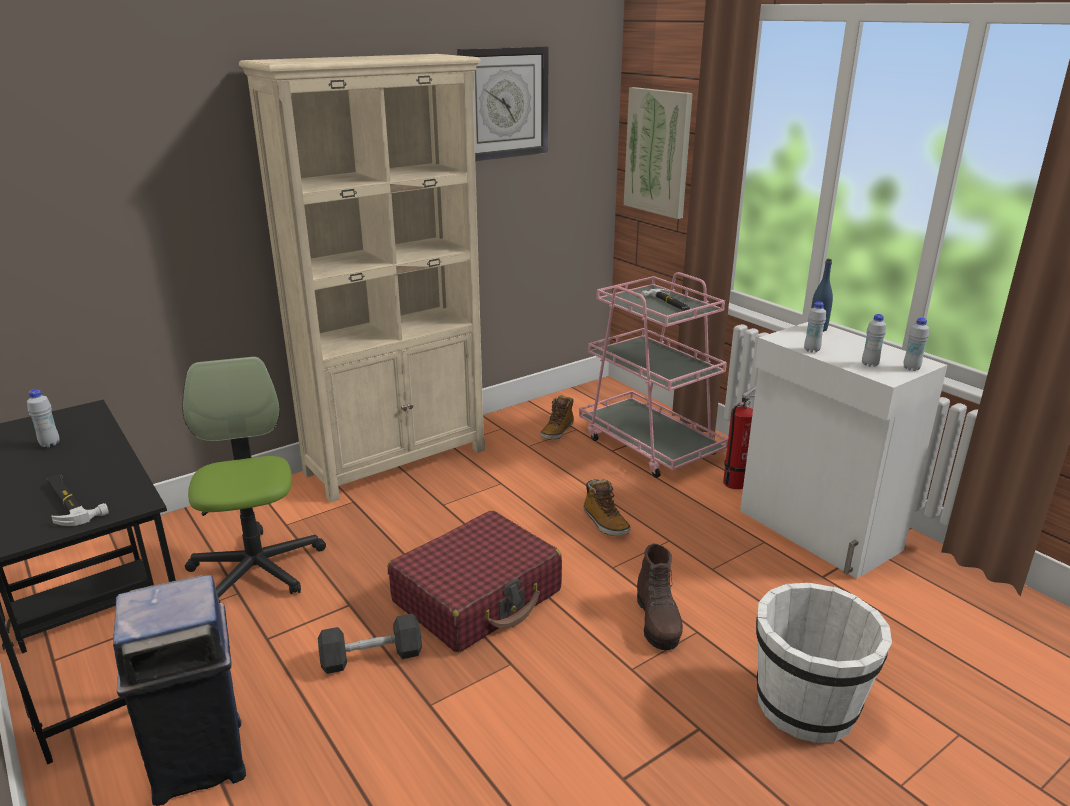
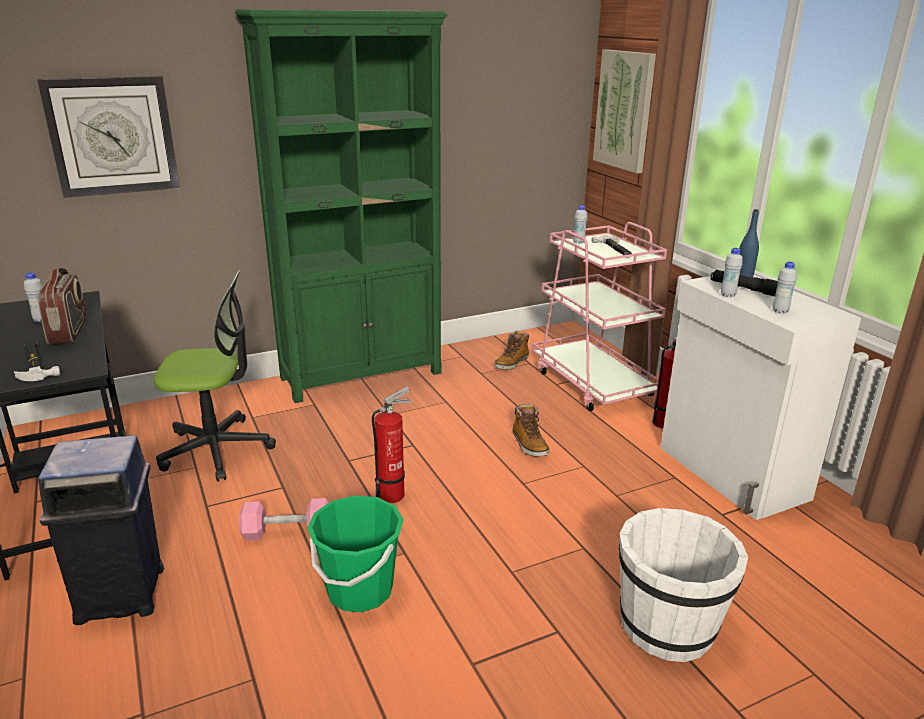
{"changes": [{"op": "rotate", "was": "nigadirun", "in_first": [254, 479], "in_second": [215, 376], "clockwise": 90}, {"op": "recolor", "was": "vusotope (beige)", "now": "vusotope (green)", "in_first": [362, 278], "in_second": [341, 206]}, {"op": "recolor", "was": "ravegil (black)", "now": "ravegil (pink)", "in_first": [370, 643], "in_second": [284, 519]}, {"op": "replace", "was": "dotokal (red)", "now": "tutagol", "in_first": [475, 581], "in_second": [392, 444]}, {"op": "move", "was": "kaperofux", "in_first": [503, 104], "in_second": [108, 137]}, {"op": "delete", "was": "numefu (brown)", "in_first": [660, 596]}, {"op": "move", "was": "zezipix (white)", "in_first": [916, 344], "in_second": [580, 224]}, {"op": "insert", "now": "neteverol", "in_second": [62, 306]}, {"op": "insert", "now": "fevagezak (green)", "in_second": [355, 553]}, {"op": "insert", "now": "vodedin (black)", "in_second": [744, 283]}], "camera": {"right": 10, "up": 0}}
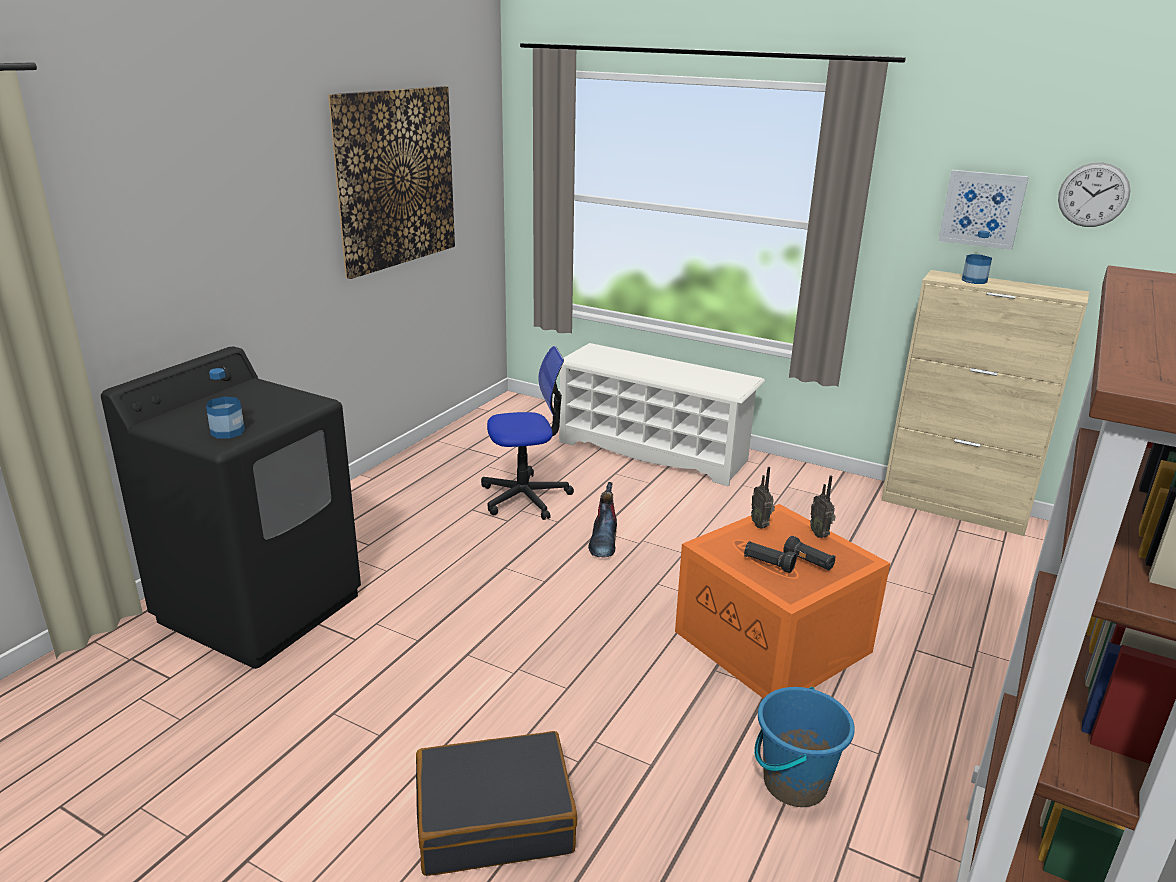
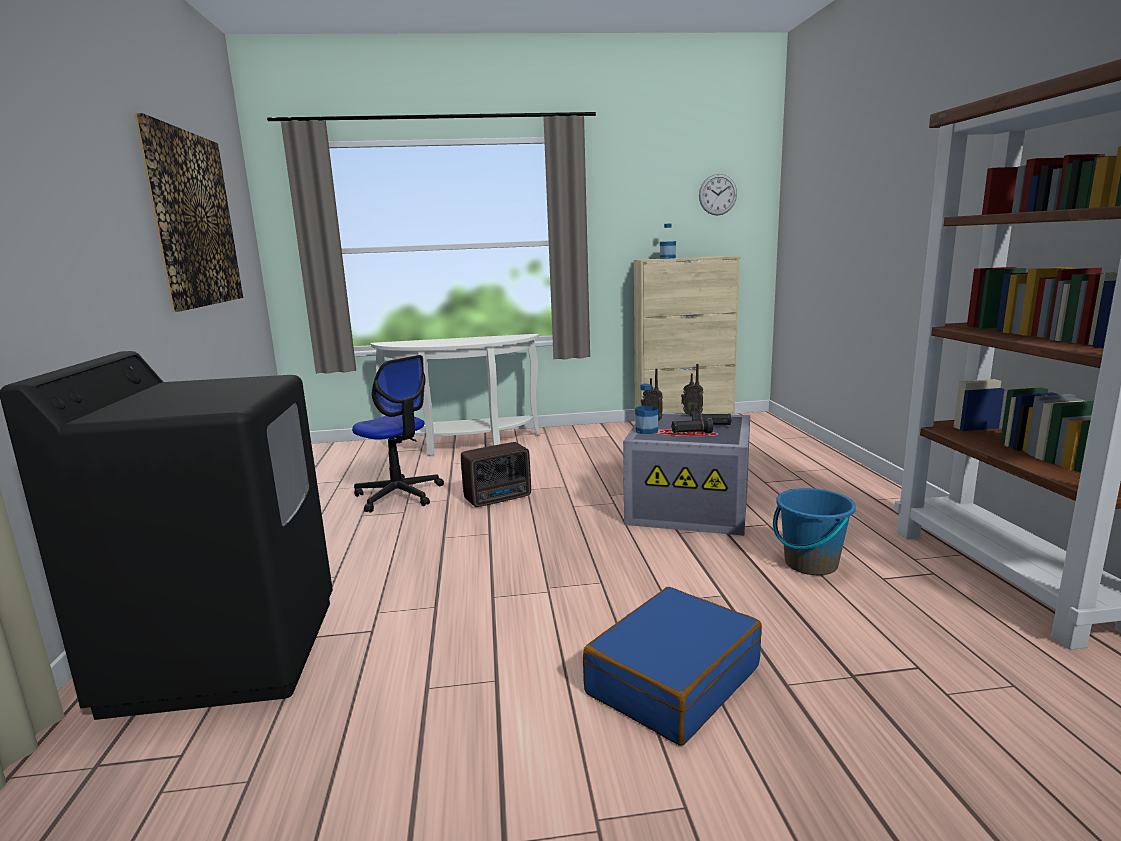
{"changes": [{"op": "move", "was": "zezipix", "in_first": [225, 403], "in_second": [646, 408]}, {"op": "recolor", "was": "dotokal (black)", "now": "dotokal (blue)", "in_first": [496, 803], "in_second": [672, 666]}, {"op": "rotate", "was": "nigadirun", "in_first": [527, 433], "in_second": [398, 434], "clockwise": 90}, {"op": "replace", "was": "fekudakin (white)", "now": "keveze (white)", "in_first": [662, 415], "in_second": [455, 395]}, {"op": "replace", "was": "numefu", "now": "neteverol", "in_first": [602, 520], "in_second": [496, 474]}, {"op": "recolor", "was": "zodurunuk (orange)", "now": "zodurunuk (grey)", "in_first": [782, 601], "in_second": [686, 474]}, {"op": "delete", "was": "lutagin", "in_first": [983, 210]}], "camera": {"right": -35, "up": -10}}
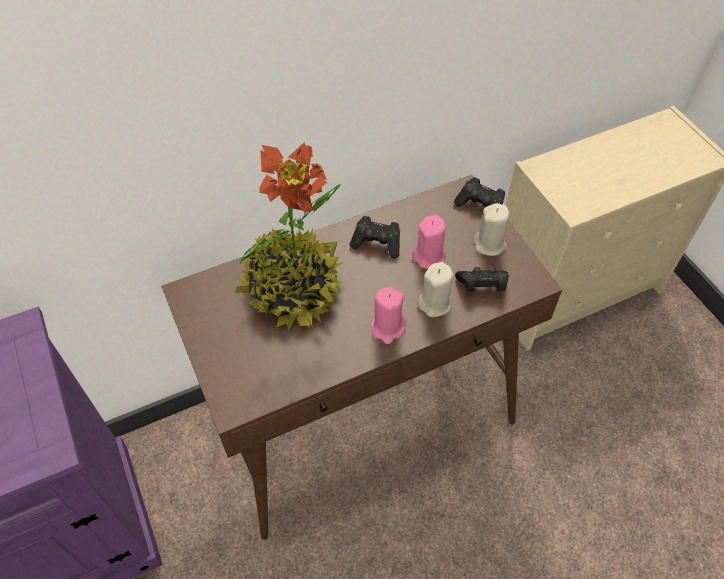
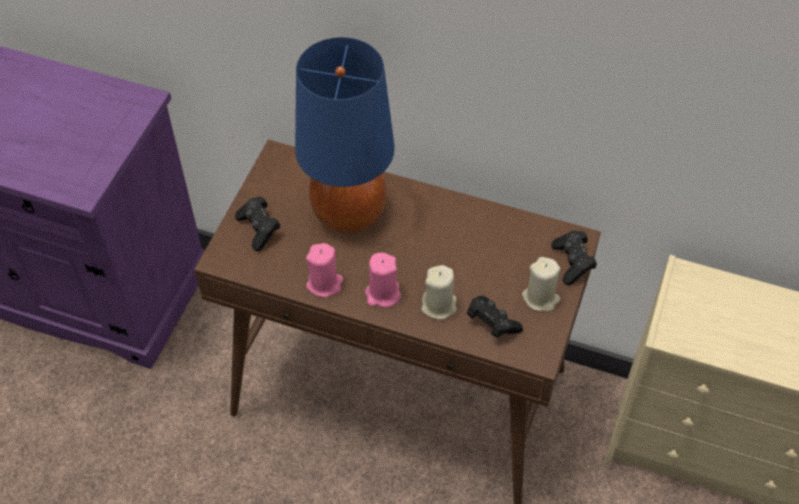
{"changes": [{"op": "replace", "was": "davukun", "now": "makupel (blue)", "in_first": [289, 236], "in_second": [345, 135]}, {"op": "move", "was": "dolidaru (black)", "in_first": [374, 237], "in_second": [258, 223]}, {"op": "move", "was": "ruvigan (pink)", "in_first": [429, 242], "in_second": [324, 270]}], "camera": {"right": 45, "up": 0}}
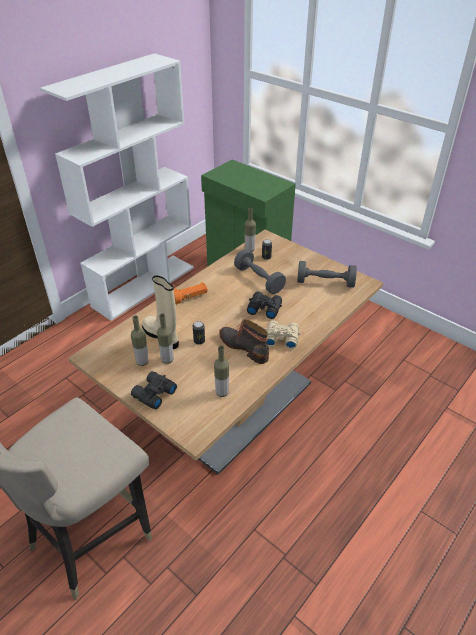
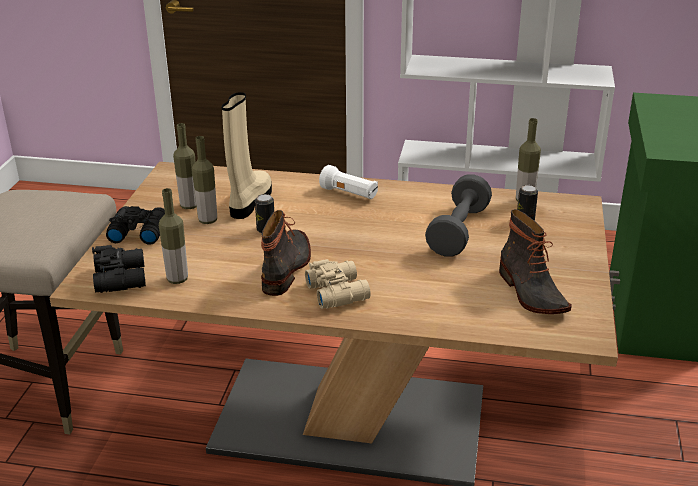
{"changes": [{"op": "recolor", "was": "vodedin (orange)", "now": "vodedin (white)", "in_first": [191, 293], "in_second": [348, 182]}, {"op": "move", "was": "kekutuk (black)", "in_first": [264, 305], "in_second": [119, 269]}, {"op": "replace", "was": "ravegil (grey)", "now": "numefu", "in_first": [327, 274], "in_second": [535, 261]}], "camera": {"right": 60, "up": -10}}
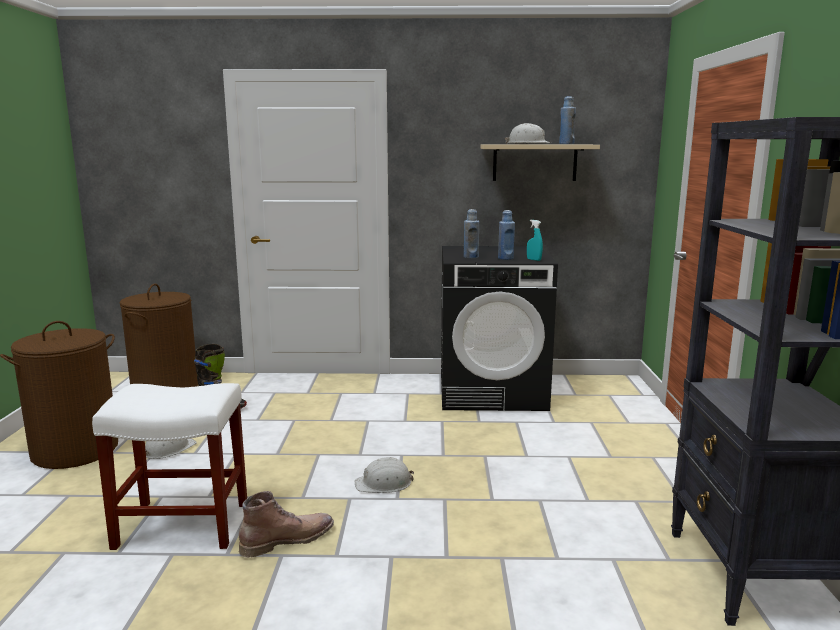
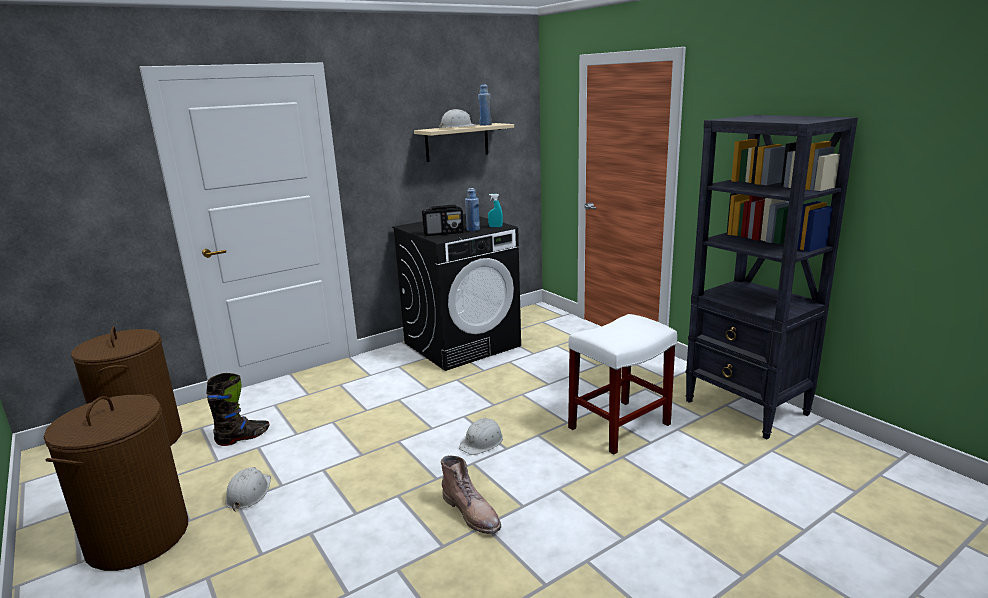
{"changes": [{"op": "move", "was": "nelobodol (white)", "in_first": [169, 466], "in_second": [622, 384]}, {"op": "rotate", "was": "numefu (brown)", "in_first": [286, 524], "in_second": [471, 495], "clockwise": 120}, {"op": "replace", "was": "zezipix (blue)", "now": "neteverol", "in_first": [471, 233], "in_second": [443, 220]}], "camera": {"right": -35, "up": 5}}
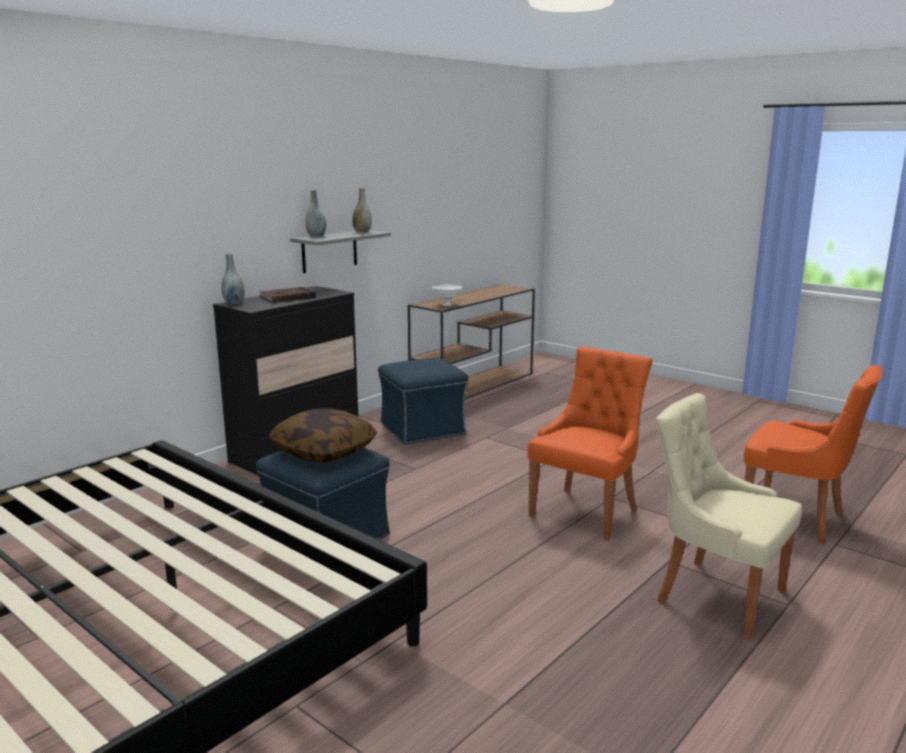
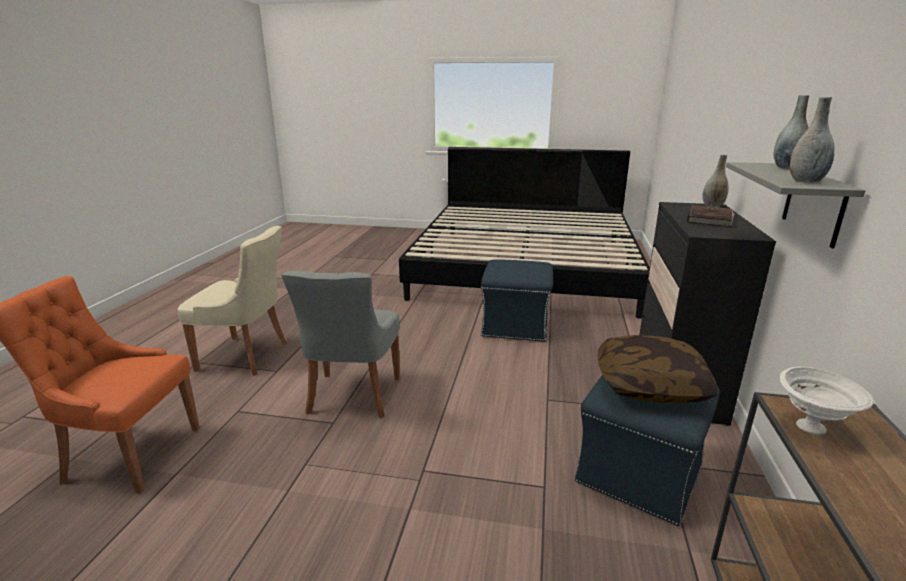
{"changes": [{"op": "move", "was": "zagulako", "in_first": [323, 435], "in_second": [657, 369]}, {"op": "recolor", "was": "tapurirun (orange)", "now": "tapurirun (grey)", "in_first": [590, 444], "in_second": [340, 345]}], "camera": {"right": 150, "up": 5}}
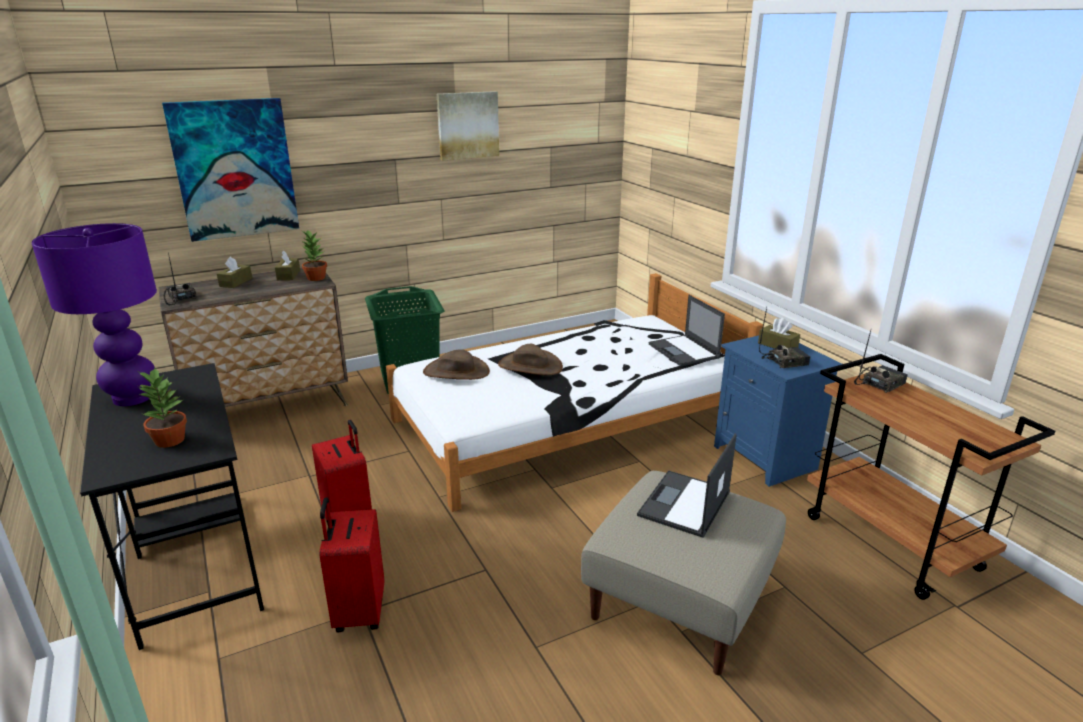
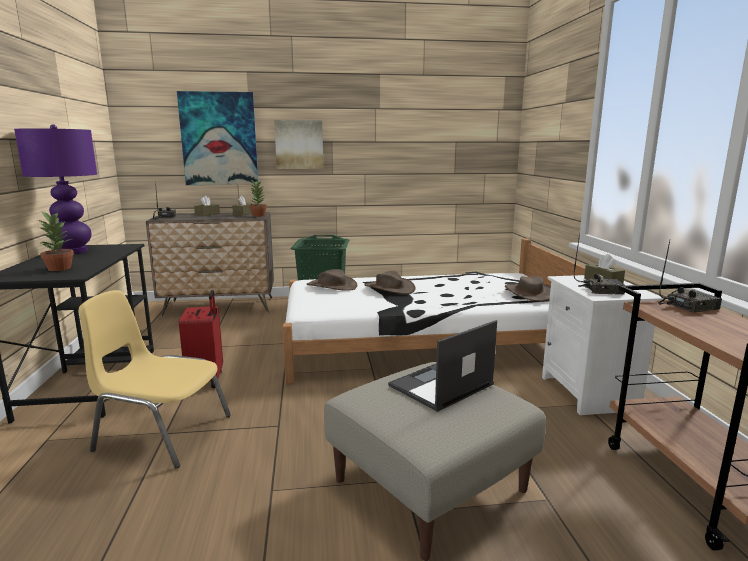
{"changes": [{"op": "replace", "was": "dotokal (red)", "now": "tapurirun (yellow)", "in_first": [351, 564], "in_second": [155, 379]}, {"op": "move", "was": "lutagin", "in_first": [468, 126], "in_second": [298, 144]}, {"op": "replace", "was": "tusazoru", "now": "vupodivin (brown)", "in_first": [687, 330], "in_second": [528, 288]}, {"op": "recolor", "was": "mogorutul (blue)", "now": "mogorutul (white)", "in_first": [778, 411], "in_second": [602, 345]}], "camera": {"right": 20, "up": -10}}
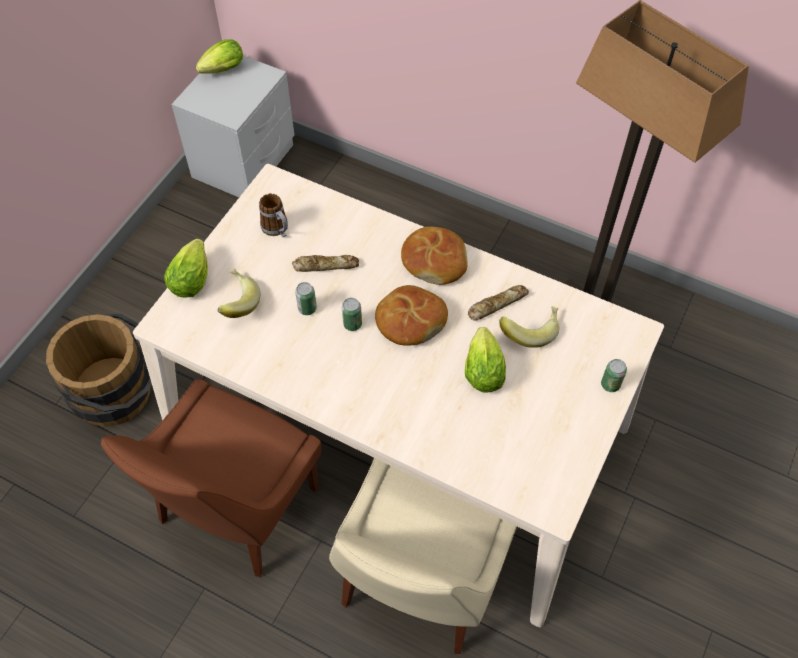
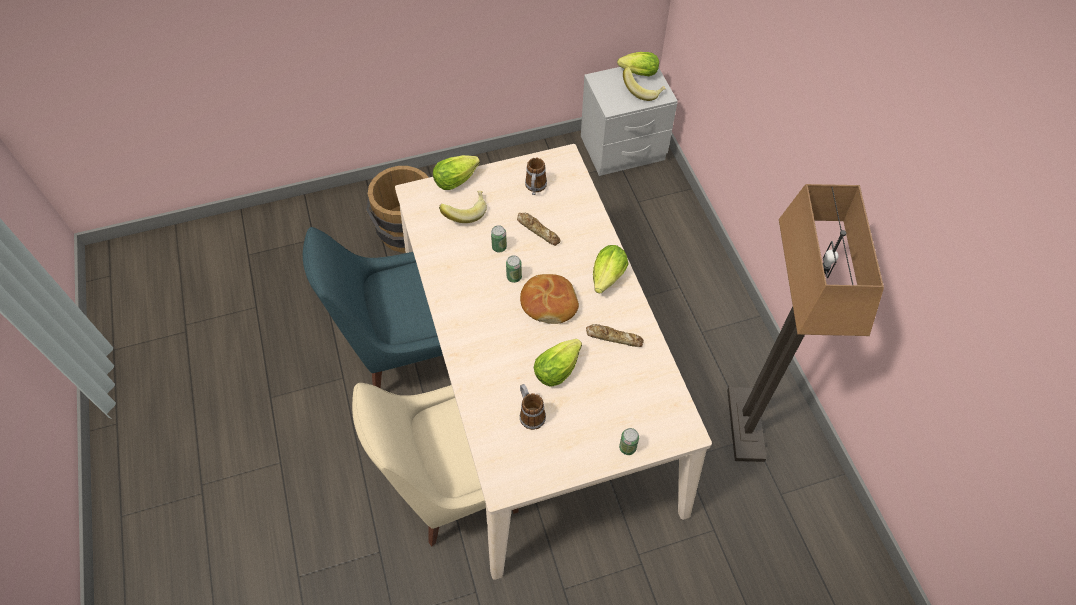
{"changes": [{"op": "recolor", "was": "tapurirun (brown)", "now": "tapurirun (blue)", "in_first": [211, 478], "in_second": [373, 308]}, {"op": "replace", "was": "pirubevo", "now": "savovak", "in_first": [434, 256], "in_second": [610, 269]}, {"op": "move", "was": "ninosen", "in_first": [529, 327], "in_second": [644, 84]}, {"op": "insert", "now": "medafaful", "in_second": [533, 407]}], "camera": {"right": 45, "up": 0}}
